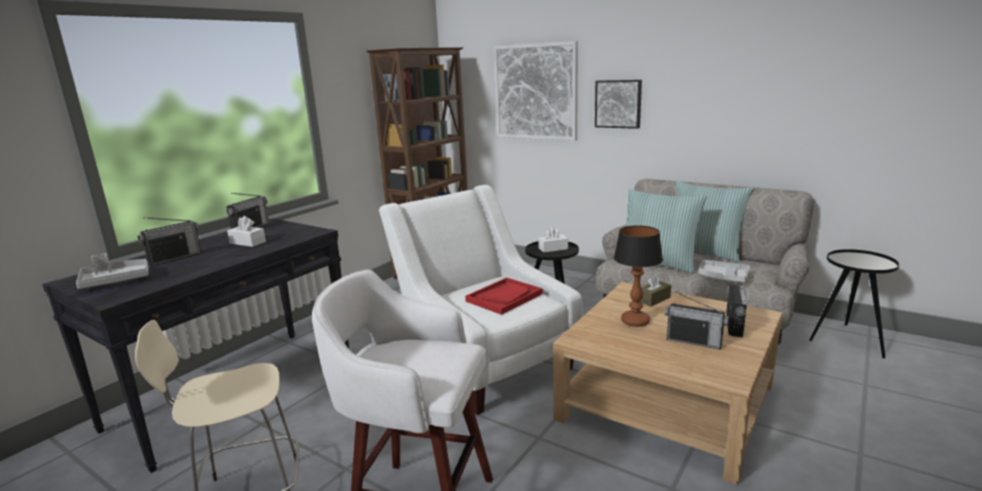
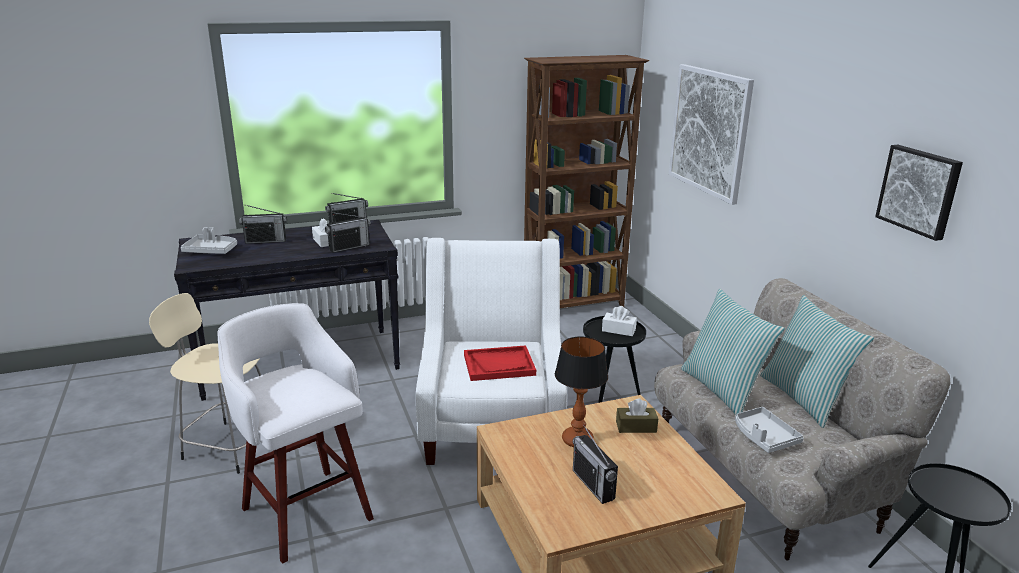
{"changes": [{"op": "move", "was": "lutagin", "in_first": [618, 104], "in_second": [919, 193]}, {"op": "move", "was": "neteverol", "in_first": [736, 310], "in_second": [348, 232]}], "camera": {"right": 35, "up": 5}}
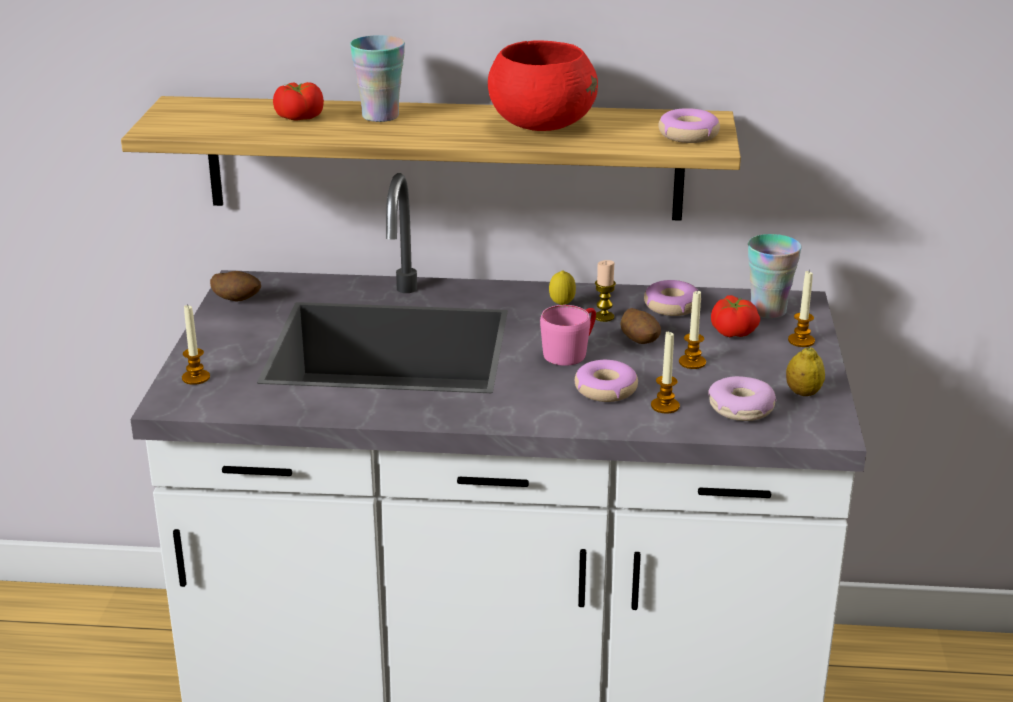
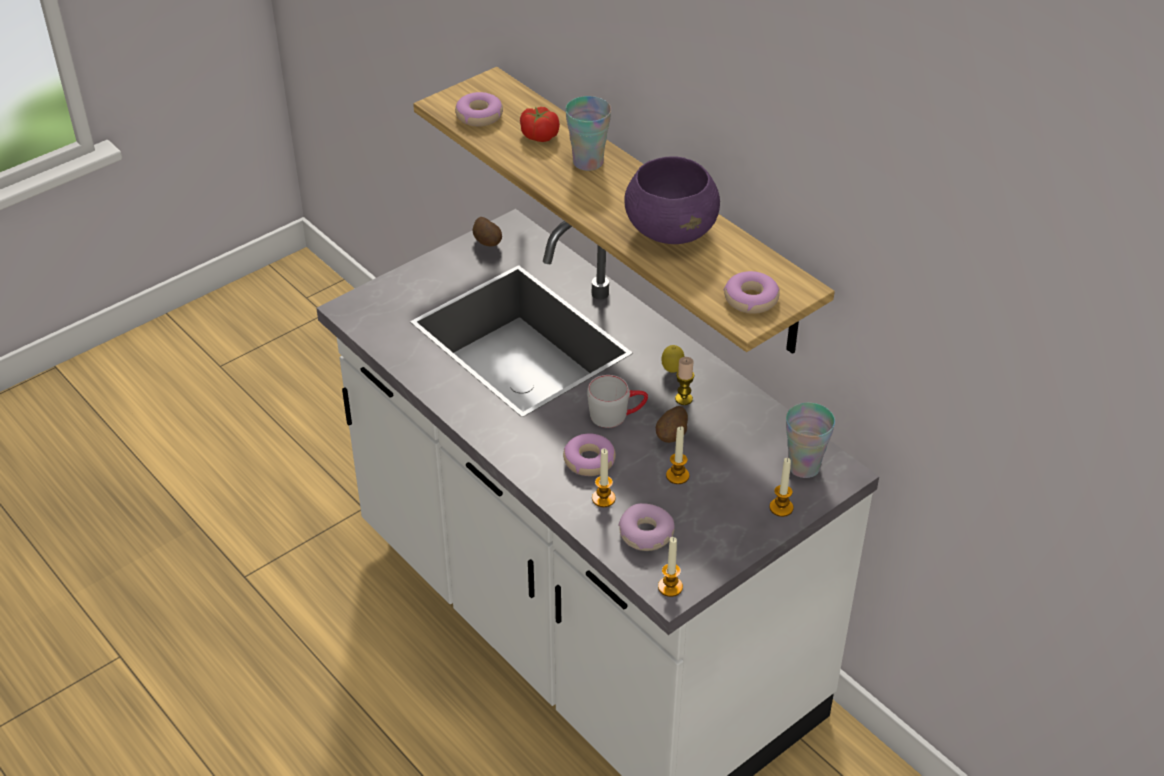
{"changes": [{"op": "move", "was": "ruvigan", "in_first": [196, 344], "in_second": [670, 567]}, {"op": "recolor", "was": "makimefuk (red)", "now": "makimefuk (purple)", "in_first": [543, 85], "in_second": [672, 200]}, {"op": "recolor", "was": "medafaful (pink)", "now": "medafaful (grey)", "in_first": [568, 335], "in_second": [617, 401]}, {"op": "move", "was": "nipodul", "in_first": [671, 298], "in_second": [479, 109]}, {"op": "delete", "was": "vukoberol", "in_first": [735, 316]}, {"op": "delete", "was": "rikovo", "in_first": [805, 371]}], "camera": {"right": 45, "up": 15}}
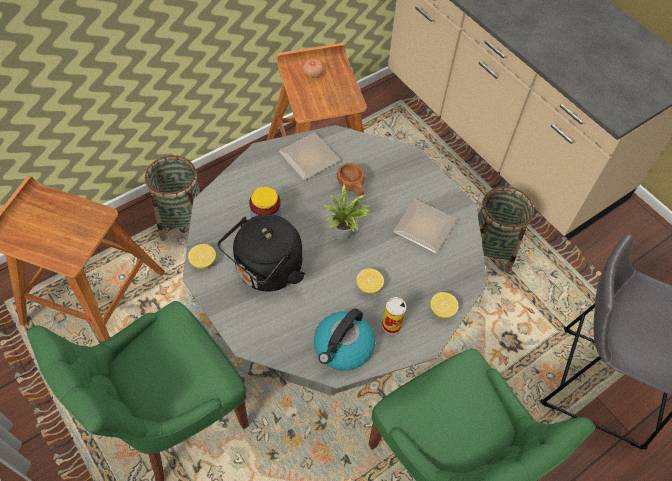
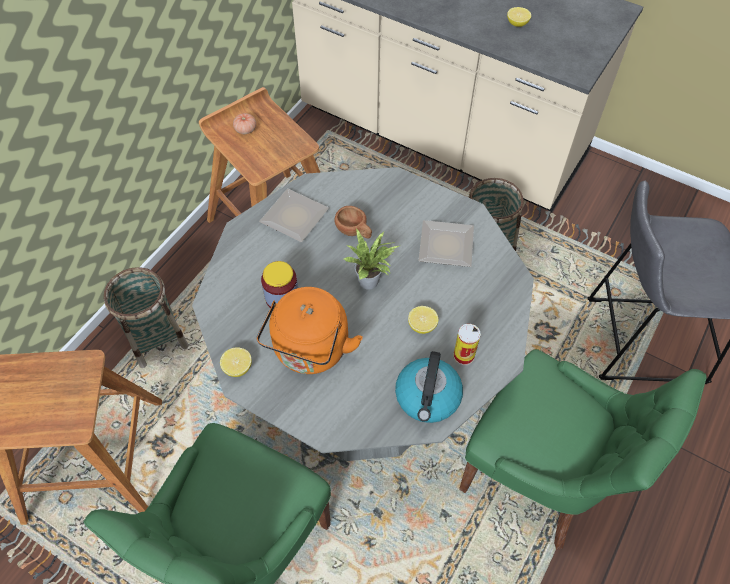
{"changes": [{"op": "recolor", "was": "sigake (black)", "now": "sigake (orange)", "in_first": [261, 253], "in_second": [309, 330]}, {"op": "move", "was": "rikovo", "in_first": [444, 305], "in_second": [519, 17]}], "camera": {"right": -20, "up": 0}}
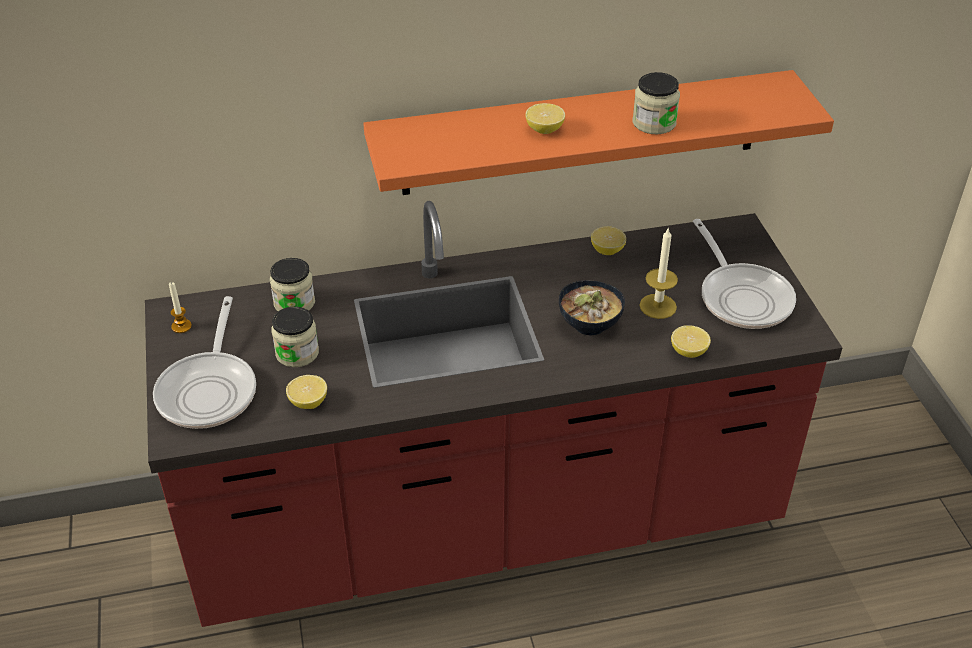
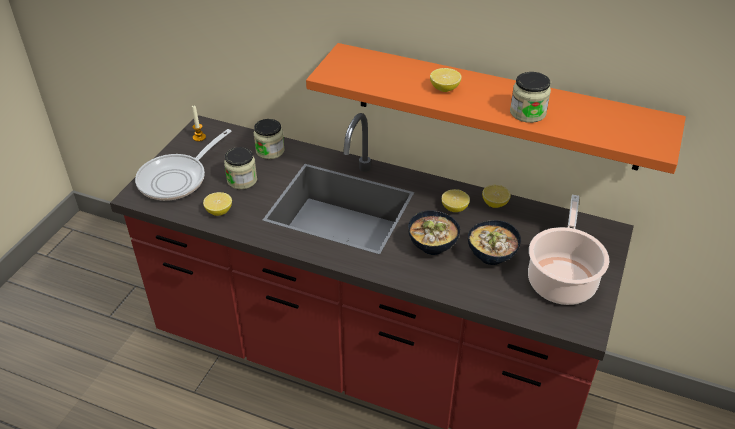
{"changes": [{"op": "replace", "was": "ruvigan", "now": "makimefuk", "in_first": [659, 273], "in_second": [494, 242]}, {"op": "move", "was": "rikovo", "in_first": [691, 341], "in_second": [455, 200]}, {"op": "replace", "was": "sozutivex", "now": "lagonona", "in_first": [744, 274], "in_second": [568, 250]}], "camera": {"right": 35, "up": 0}}
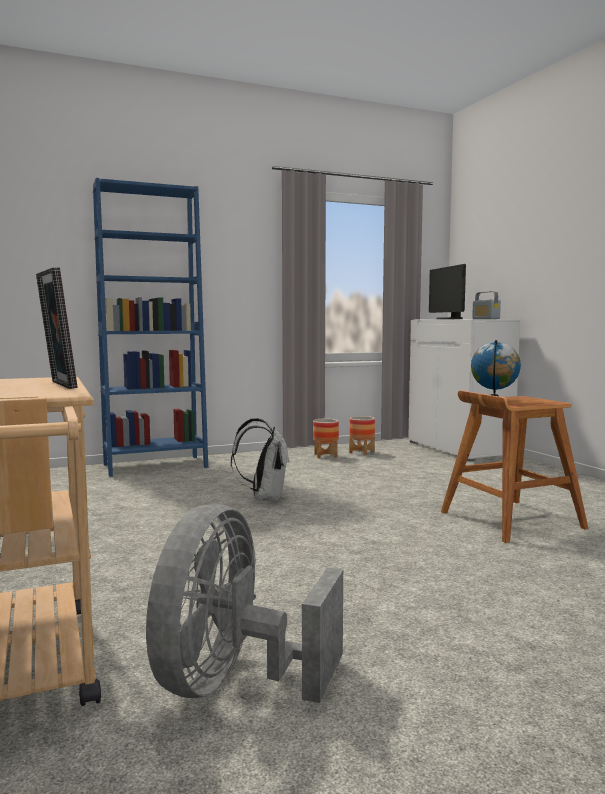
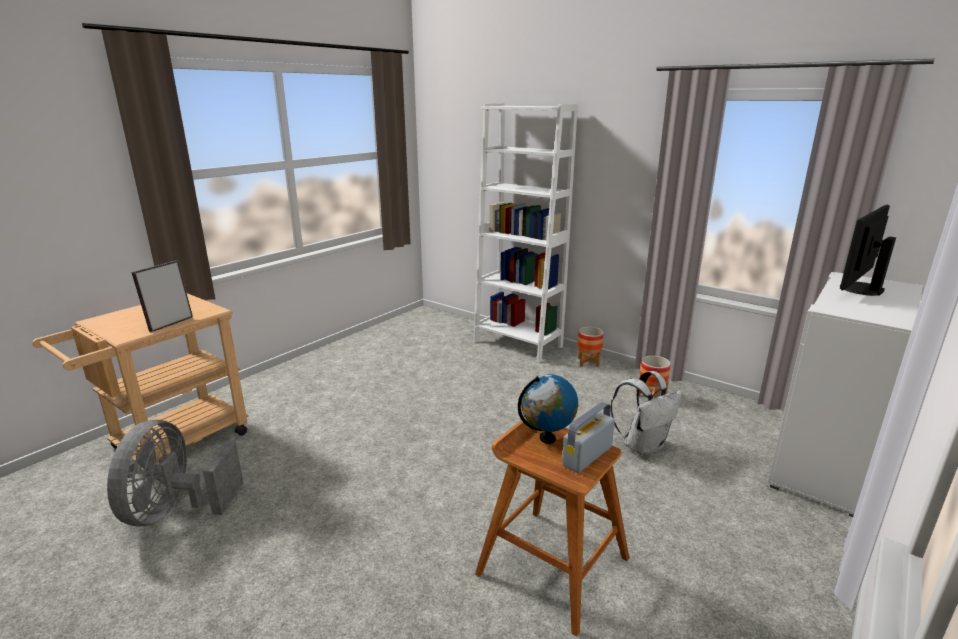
{"changes": [{"op": "recolor", "was": "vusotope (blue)", "now": "vusotope (white)", "in_first": [150, 327], "in_second": [525, 233]}, {"op": "rotate", "was": "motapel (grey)", "in_first": [244, 603], "in_second": [175, 473], "clockwise": -75}, {"op": "move", "was": "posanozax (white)", "in_first": [260, 460], "in_second": [647, 413]}, {"op": "move", "was": "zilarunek", "in_first": [362, 435], "in_second": [590, 347]}, {"op": "move", "was": "neteverol", "in_first": [486, 305], "in_second": [588, 437]}], "camera": {"right": 60, "up": 15}}
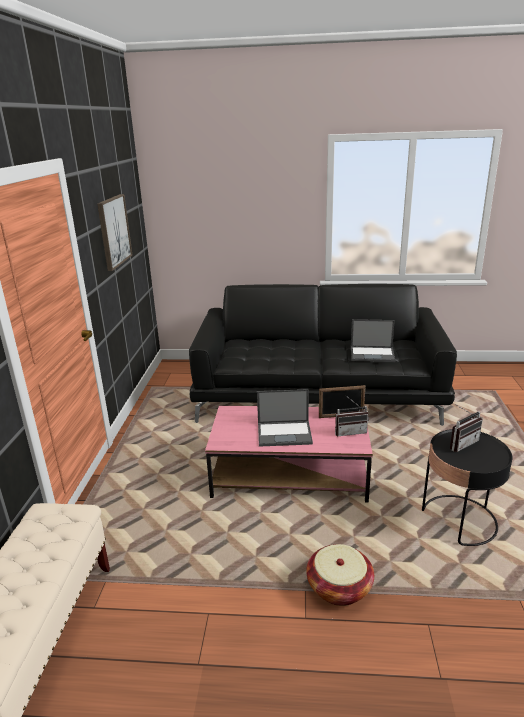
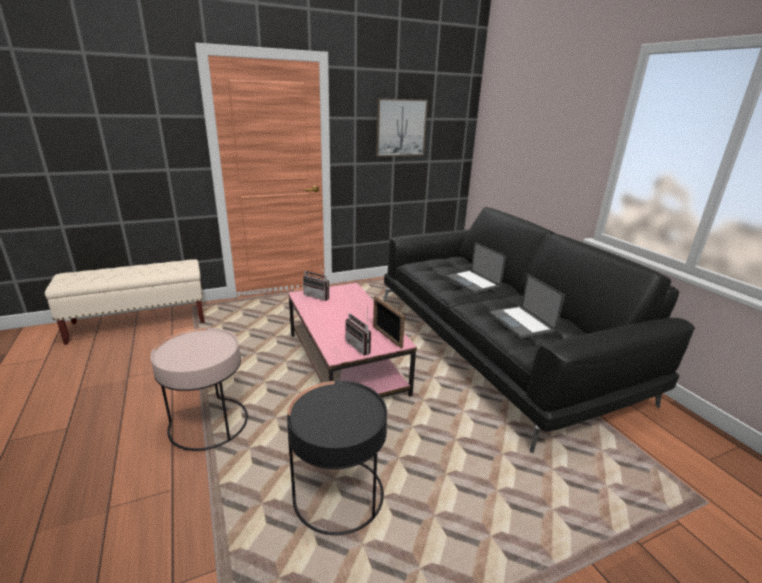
{"changes": [{"op": "move", "was": "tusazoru", "in_first": [285, 418], "in_second": [475, 268]}, {"op": "replace", "was": "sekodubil", "now": "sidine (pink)", "in_first": [340, 575], "in_second": [199, 389]}, {"op": "move", "was": "neteverol", "in_first": [466, 428], "in_second": [316, 282]}], "camera": {"right": 60, "up": 0}}
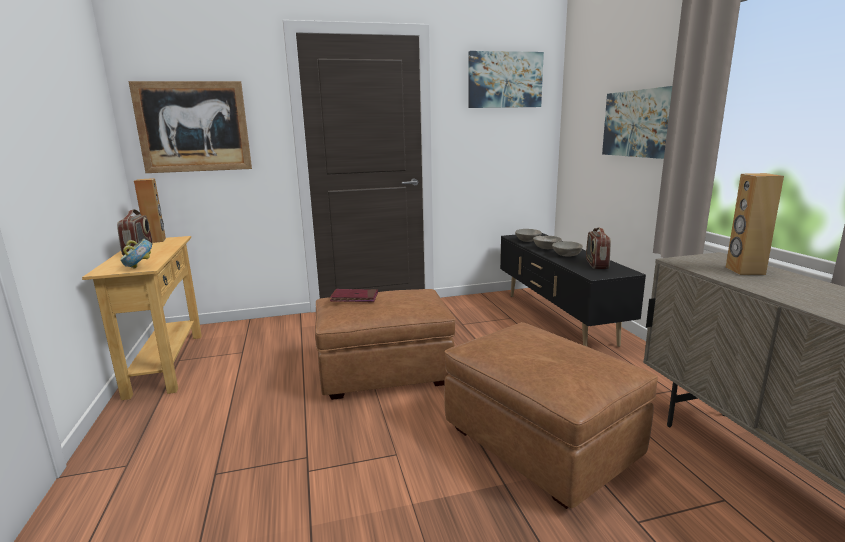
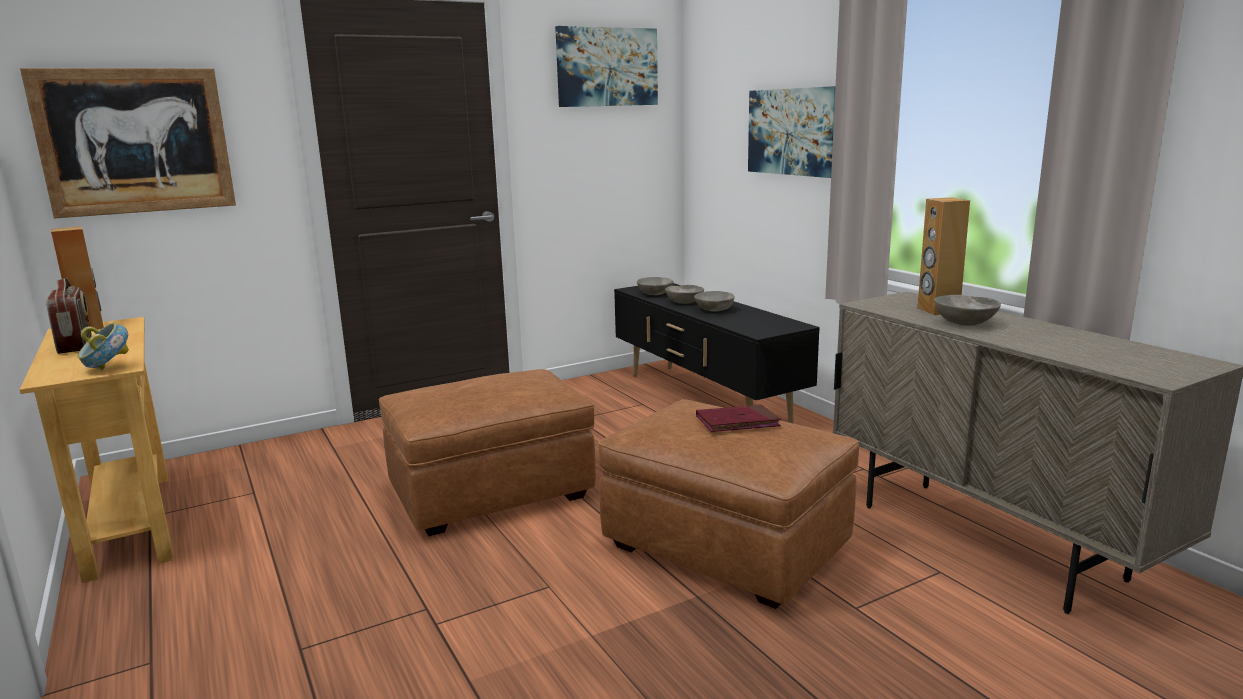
{"changes": [{"op": "move", "was": "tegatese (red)", "in_first": [354, 295], "in_second": [738, 418]}, {"op": "delete", "was": "neteverol", "in_first": [598, 248]}, {"op": "insert", "now": "makimefuk (grey)", "in_second": [967, 310]}], "camera": {"right": -15, "up": 0}}
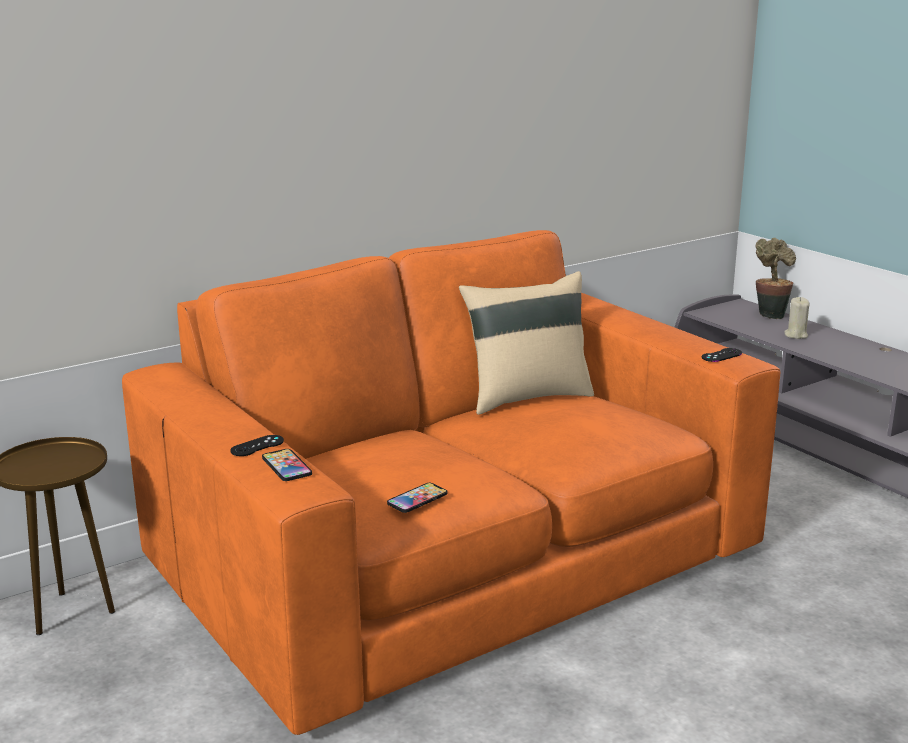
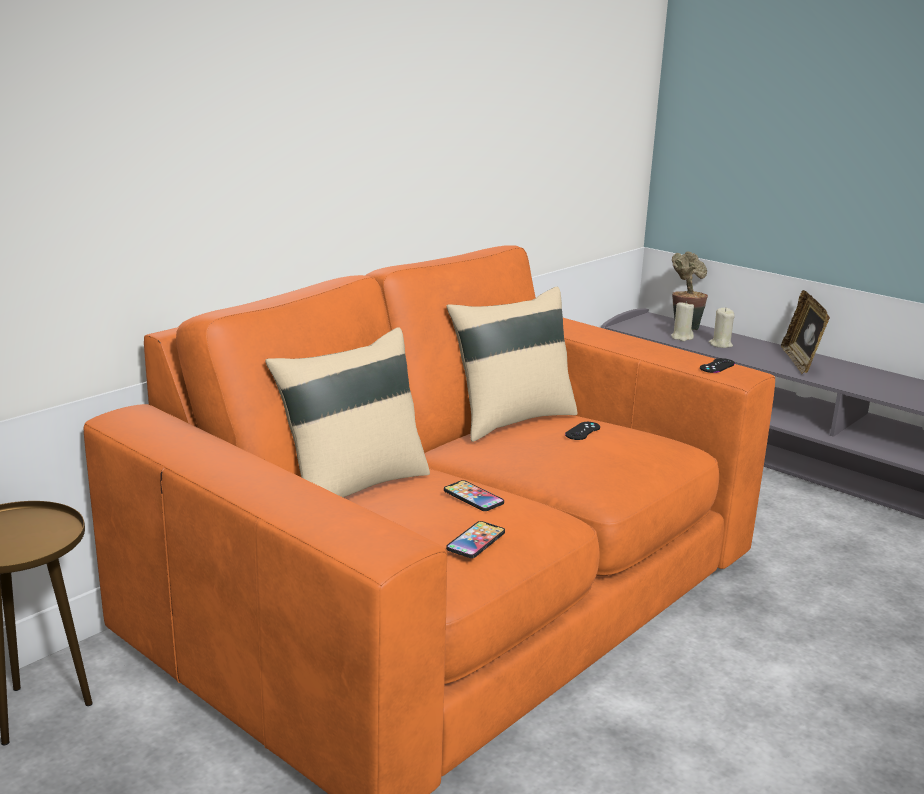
{"changes": [{"op": "move", "was": "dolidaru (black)", "in_first": [257, 445], "in_second": [582, 431]}, {"op": "move", "was": "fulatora", "in_first": [287, 465], "in_second": [474, 495]}, {"op": "insert", "now": "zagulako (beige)", "in_second": [347, 412]}, {"op": "insert", "now": "ruvigan (beige)", "in_second": [682, 321]}, {"op": "insert", "now": "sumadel", "in_second": [805, 332]}], "camera": {"right": -15, "up": 0}}
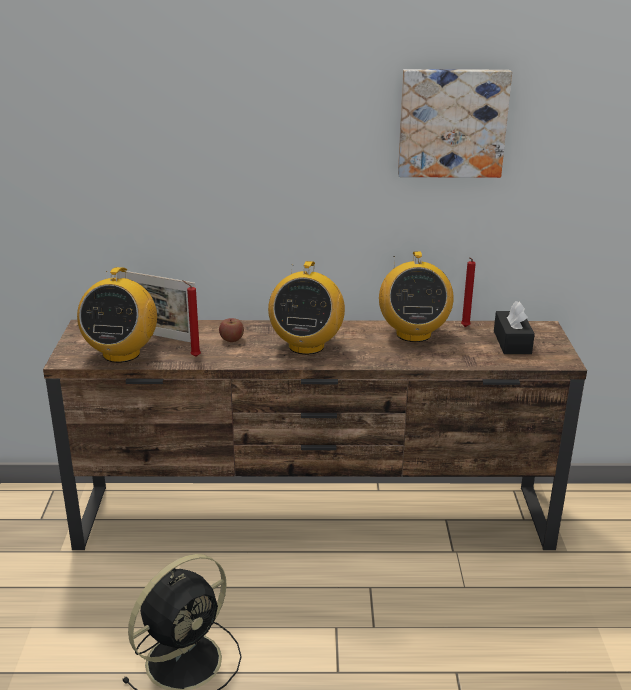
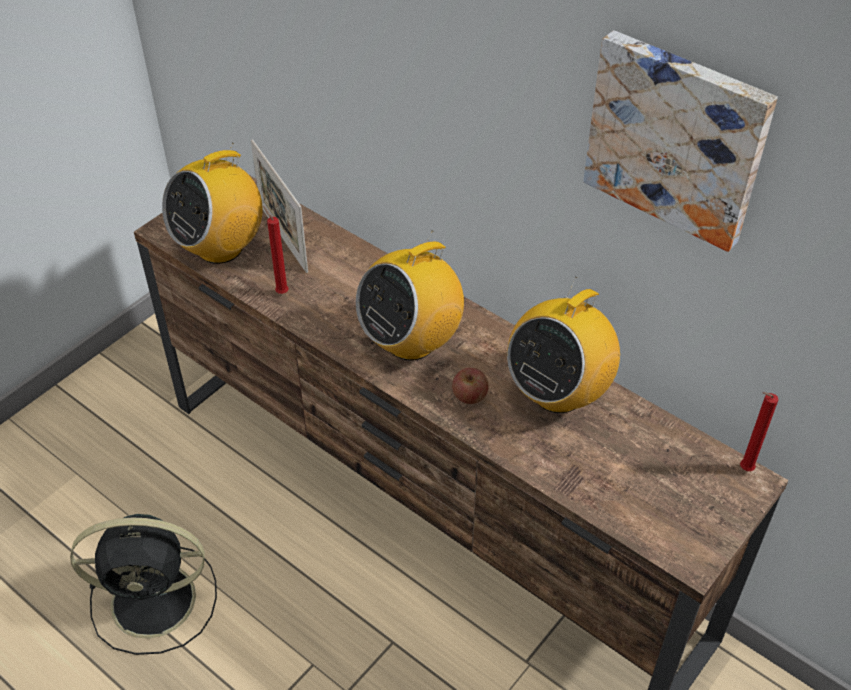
{"changes": [{"op": "move", "was": "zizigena", "in_first": [231, 330], "in_second": [470, 386]}, {"op": "move", "was": "ruvigan (red)", "in_first": [468, 292], "in_second": [759, 431]}, {"op": "delete", "was": "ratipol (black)", "in_first": [514, 327]}], "camera": {"right": 40, "up": 20}}
